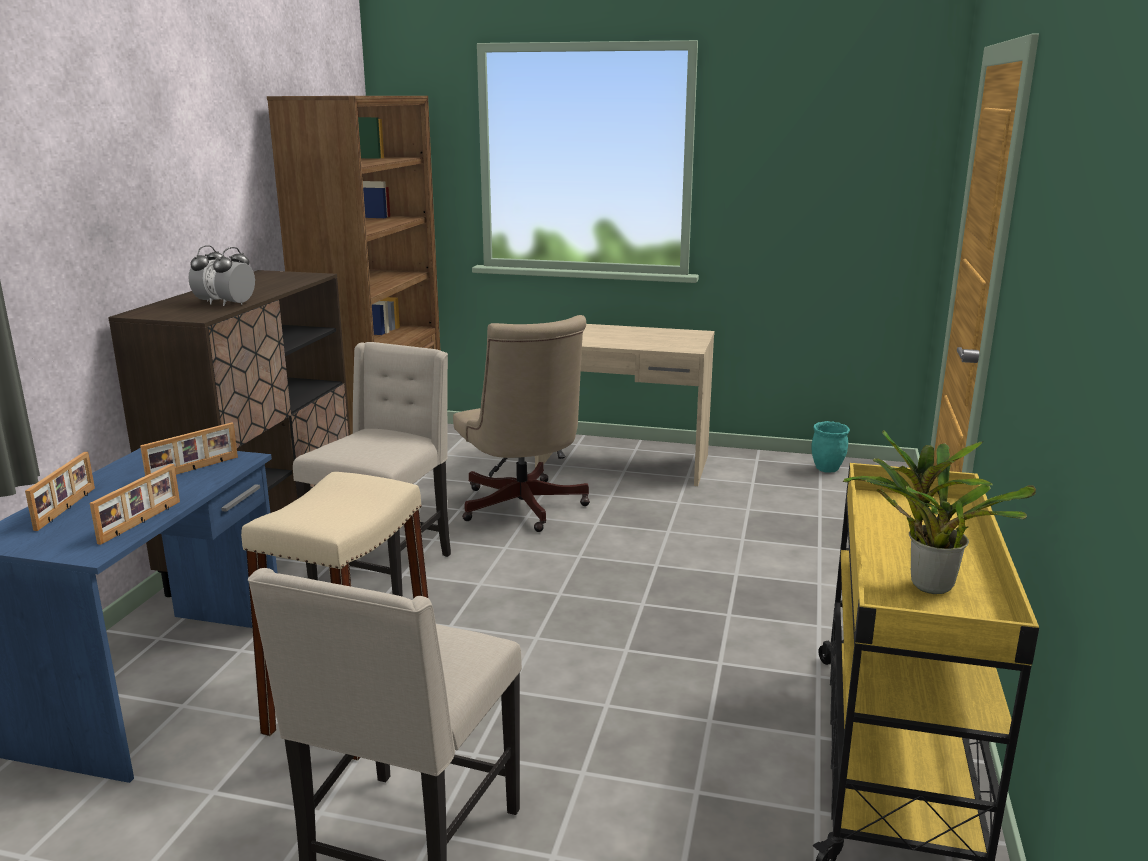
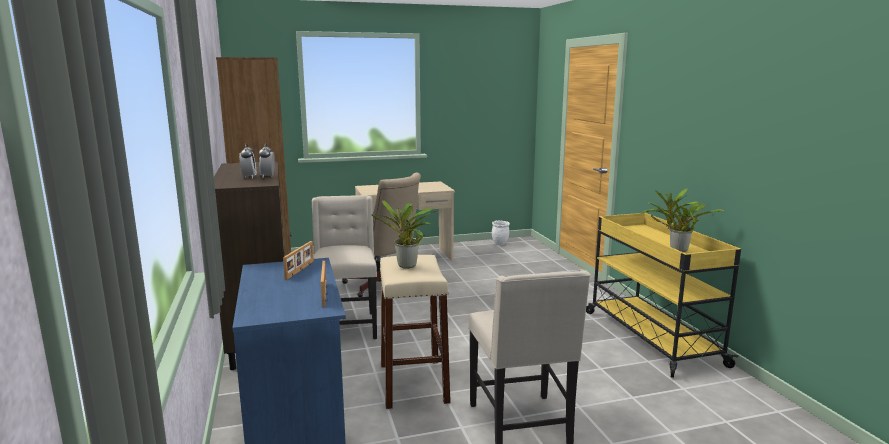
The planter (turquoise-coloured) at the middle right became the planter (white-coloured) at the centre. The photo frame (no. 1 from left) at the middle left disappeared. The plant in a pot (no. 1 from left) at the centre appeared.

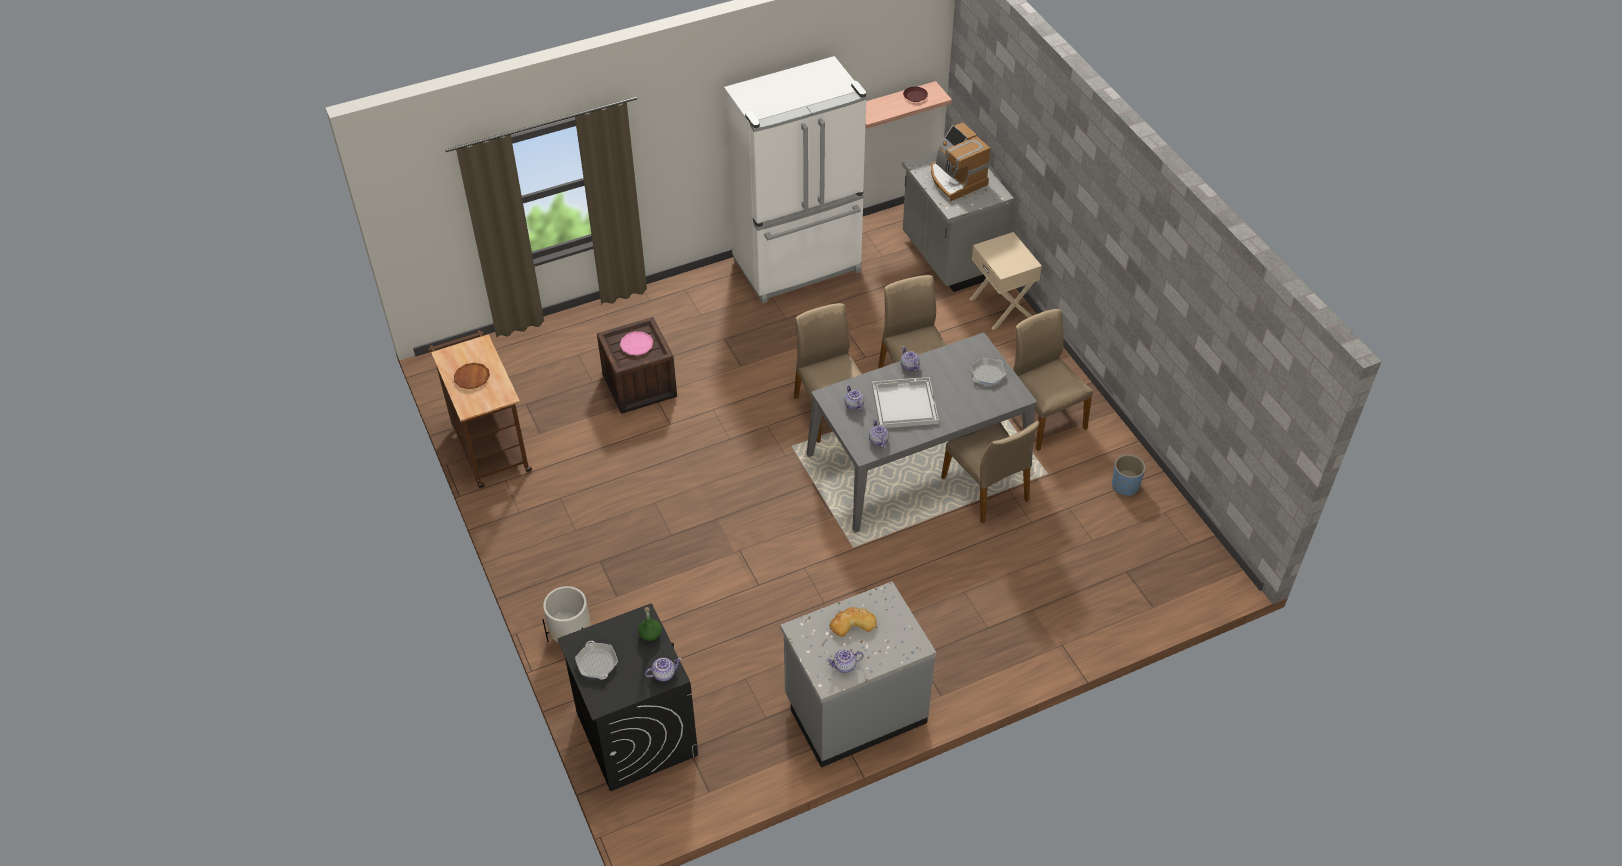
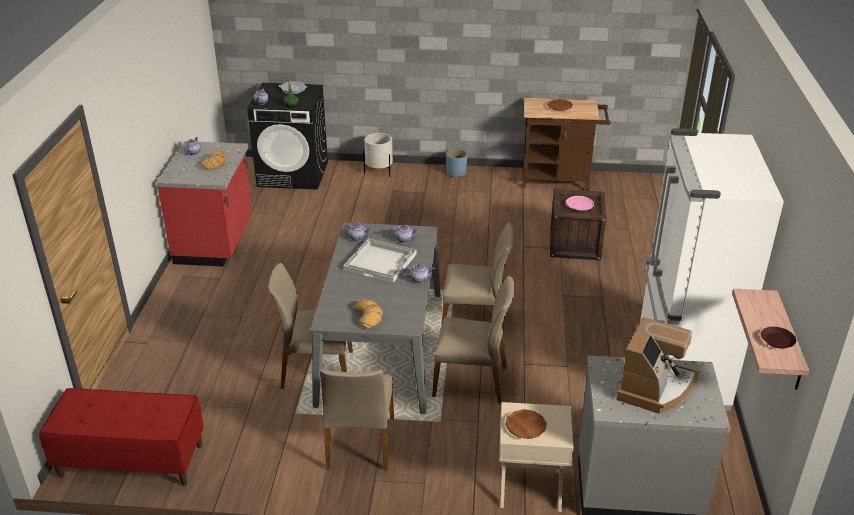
The coffee maker at the top centre turned 120 degrees clockwise. The chair (beige-coloured) (no. 4 from left in the first image) at the centre turned 90 degrees clockwise. The frying pan (no. 2 from left) at the centre was replaced by the baked bread (no. 2 from left) at the centre. The planter (blue) moved from the middle right to the top centre. The kitchen counter (grey) (no. 1 from left) at the bottom centre became the kitchen counter (reddish) at the middle left. The bench (reddish) at the bottom left appeared. The flat dish (brown-coloured) (no. 1 from left) at the bottom centre appeared.

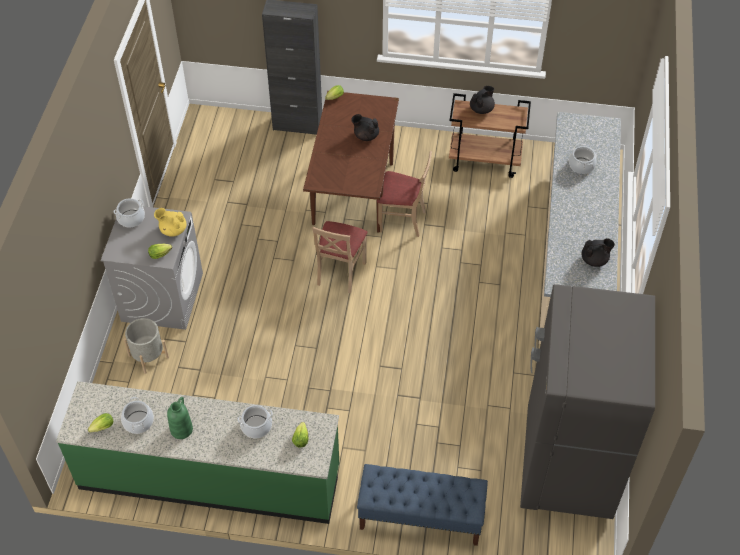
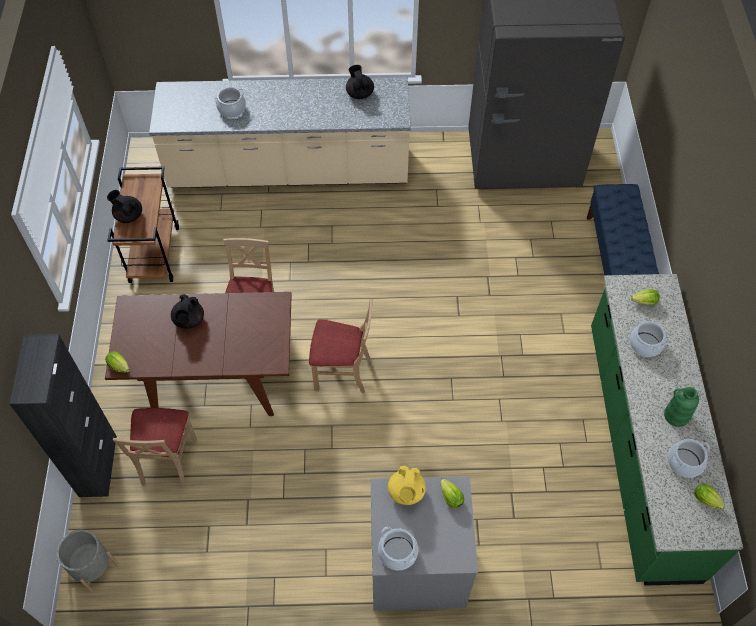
The planter (grey) moved from the middle left to the bottom left. The chair (beige-coloured) (no. 1 from left) at the bottom left appeared.

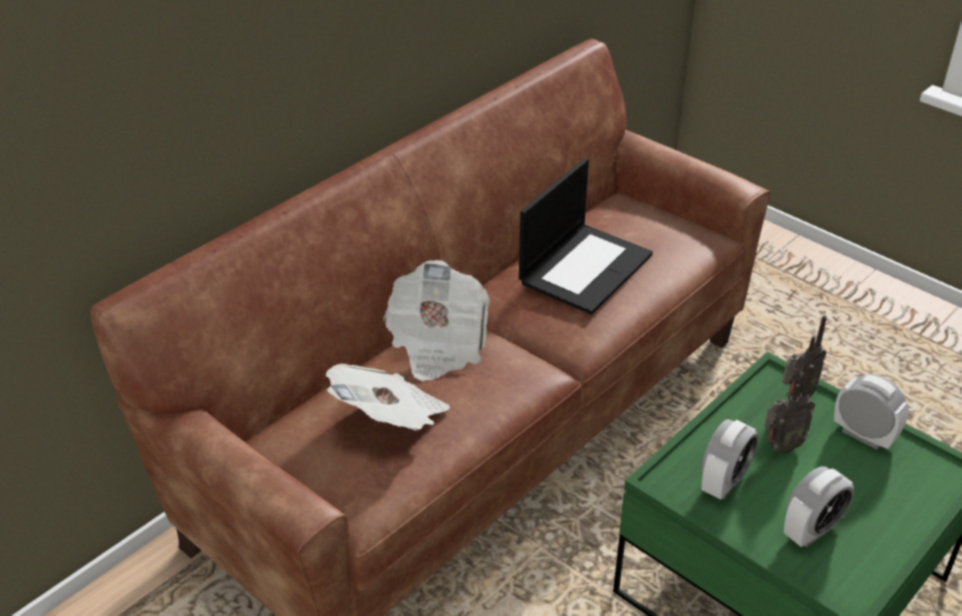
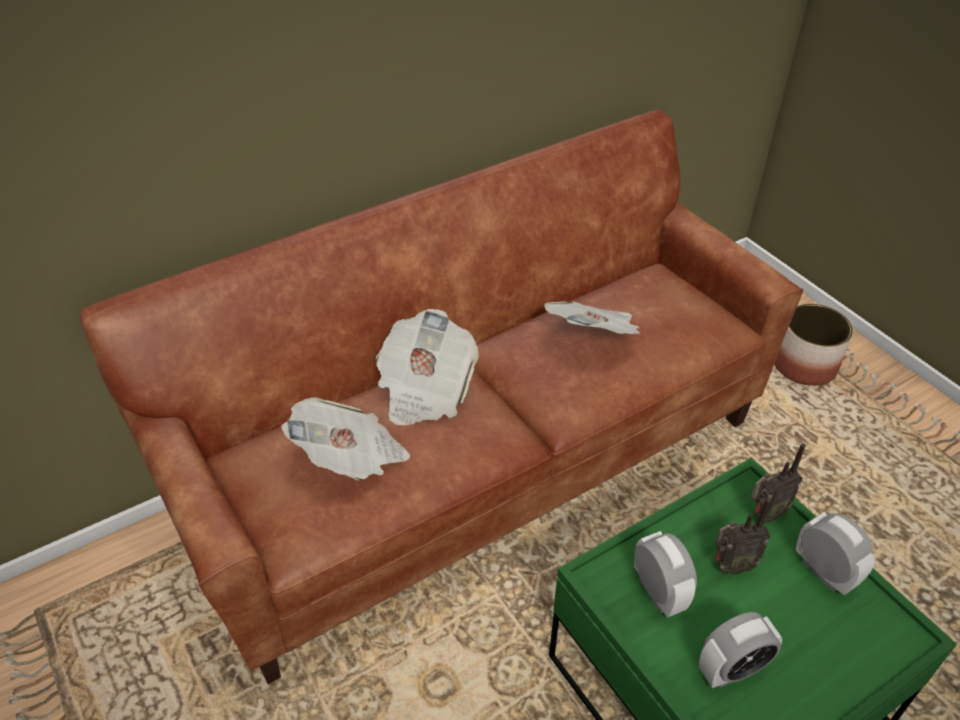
The notebook computer at the centre was replaced by the newspaper (no. 3 from left) at the centre. The bedside clock (no. 1 from left) at the bottom right turned 75 degrees counterclockwise. The planter at the middle right appeared.

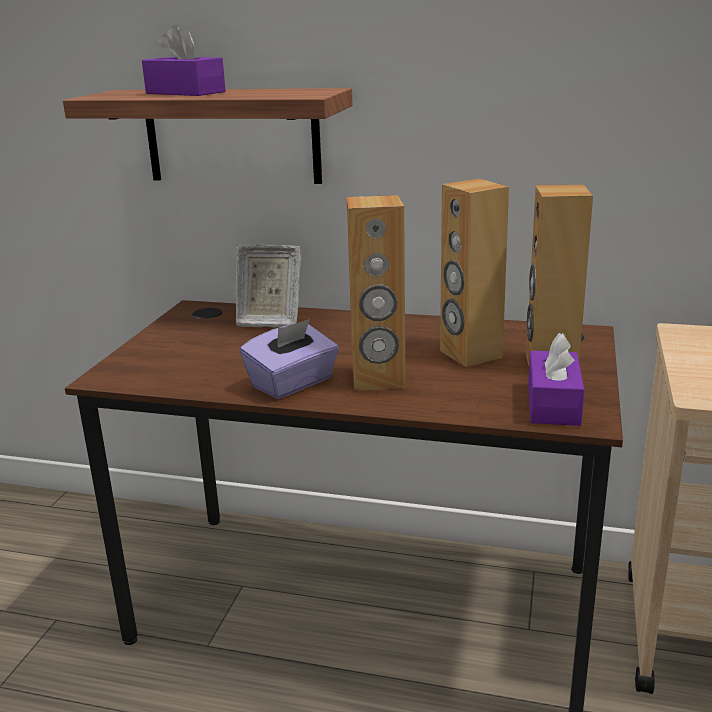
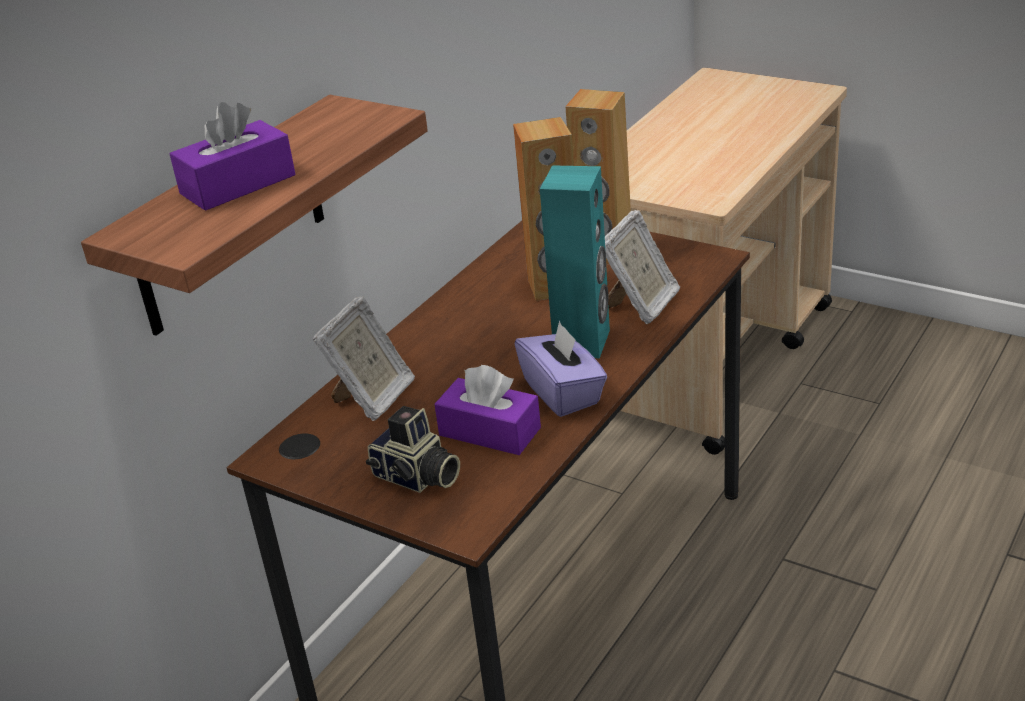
The audio speaker (brown-coloured) (no. 1 from left) at the centre became the audio speaker (turquoise-coloured) at the centre. The tissue holder (purple-coloured) (no. 3 from left in the first image) moved from the middle right to the centre. The photo frame (no. 2 from left) at the centre appeared. The photo camera at the centre appeared.

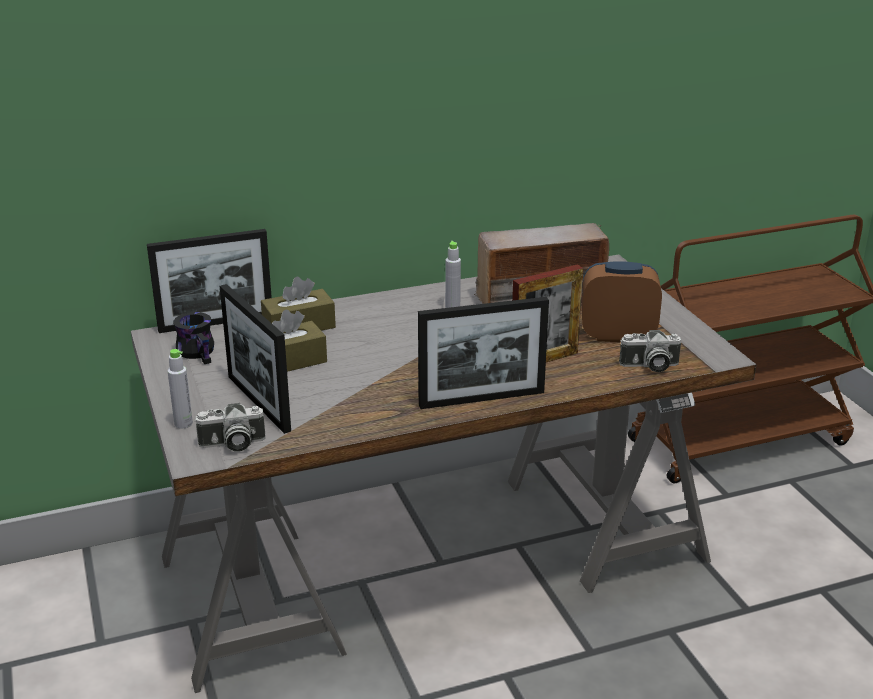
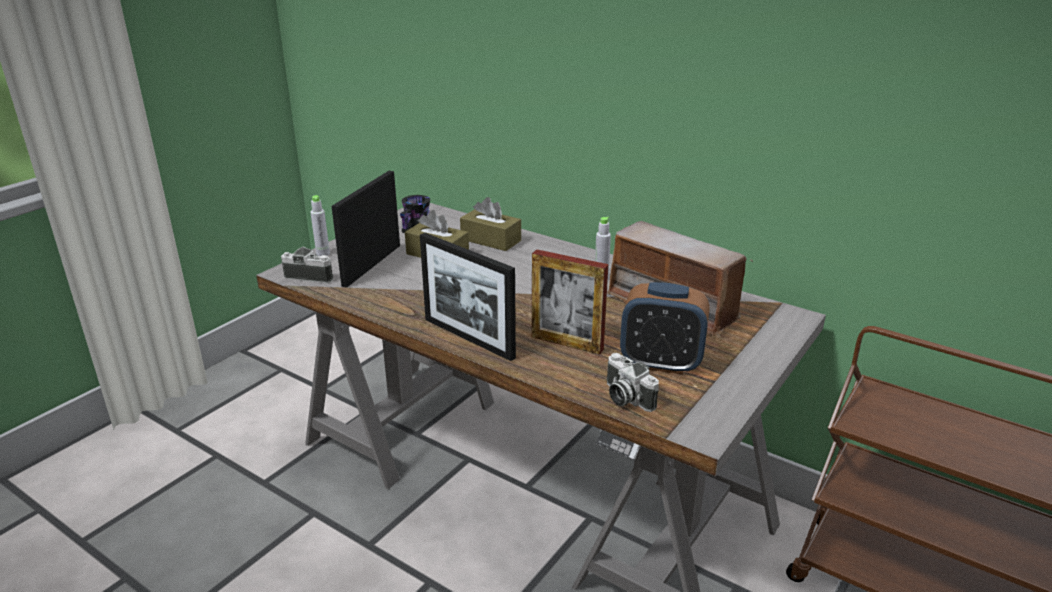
The photo frame (no. 1 from left) at the middle left disappeared. The bedside clock at the middle right turned 135 degrees clockwise. The photo camera (no. 1 from left) at the middle left turned 150 degrees clockwise.

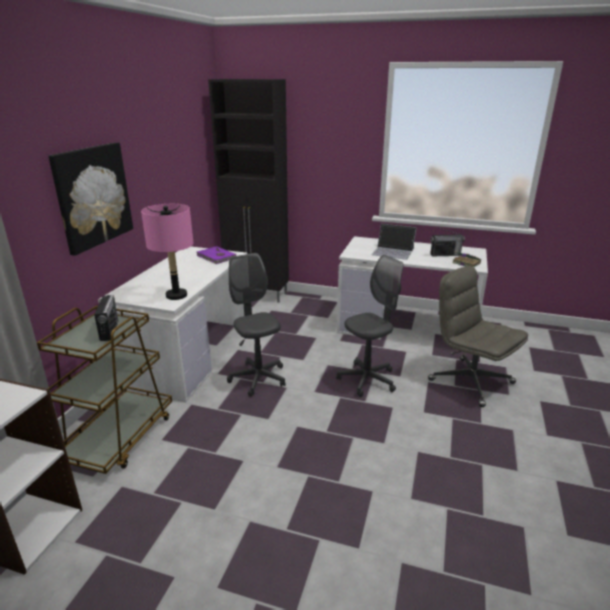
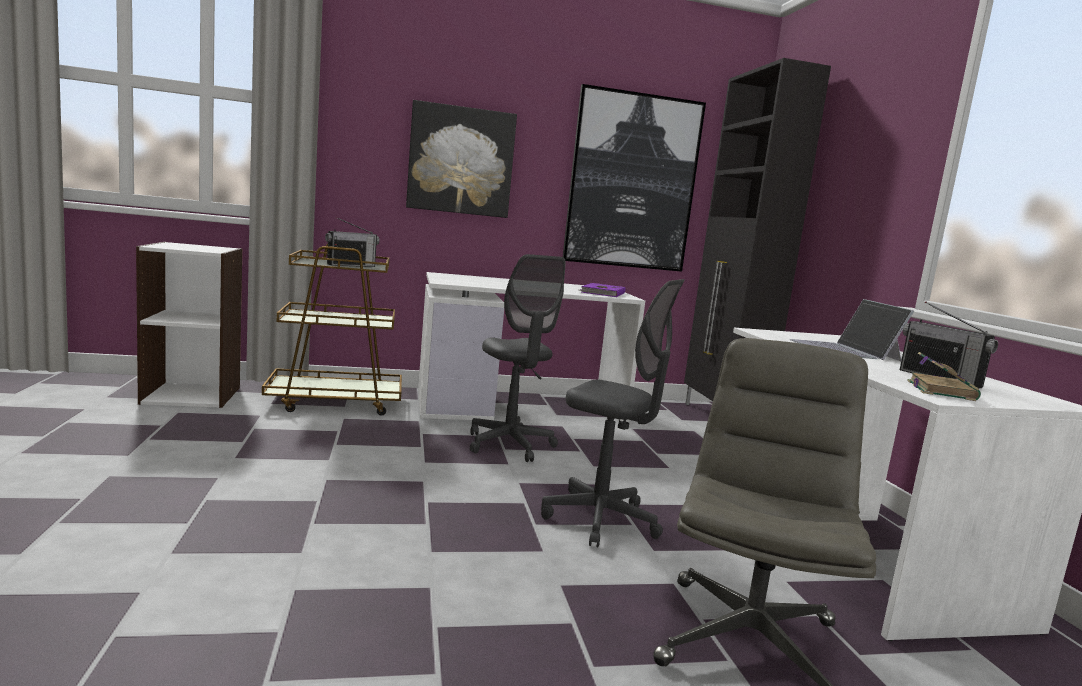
The table lamp (pink-coloured) at the middle left disappeared. The office chair (grey) (no. 1 from left) at the centre turned 120 degrees clockwise. The picture (no. 2 from left) at the top centre appeared.

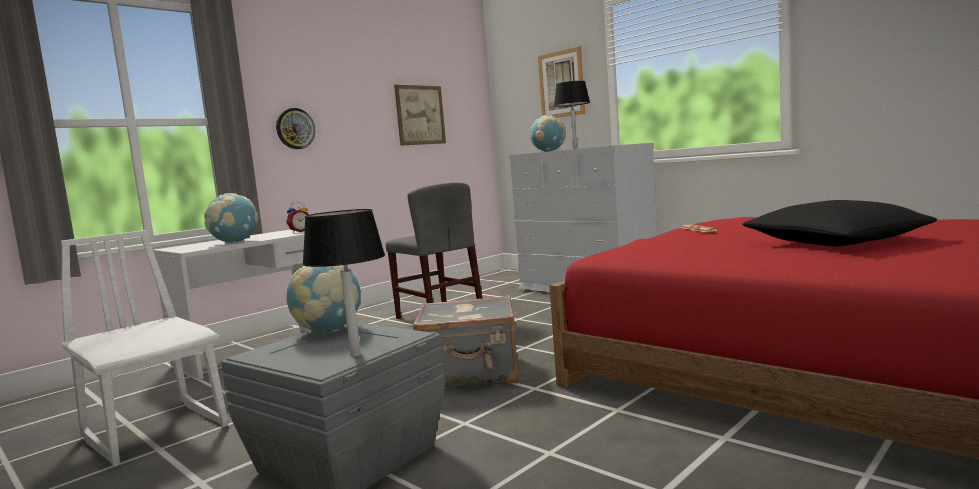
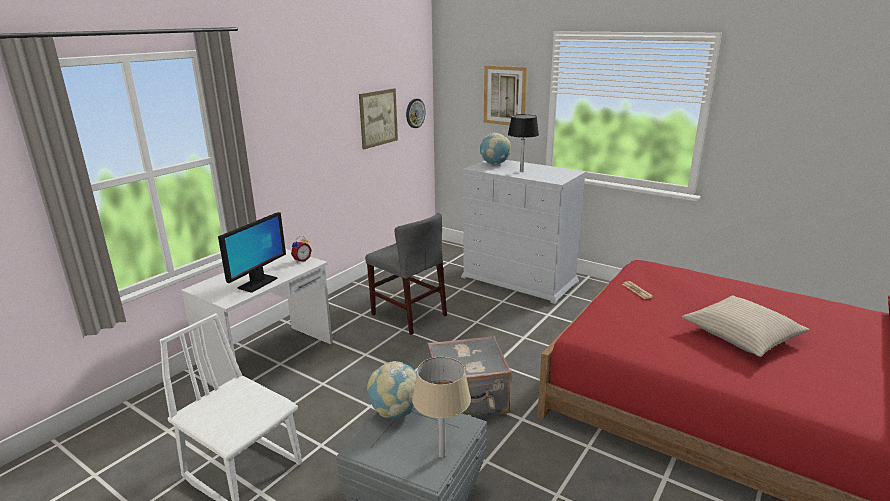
The clock on the wall moved from the top left to the top centre. The desk globe (no. 1 from left) at the middle left was replaced by the monitor at the middle left. The cushion (blackish) at the middle right became the cushion (beige-coloured) at the middle right. The table lamp (blackish) (no. 1 from left) at the centre became the table lamp (beige-coloured) at the bottom centre.

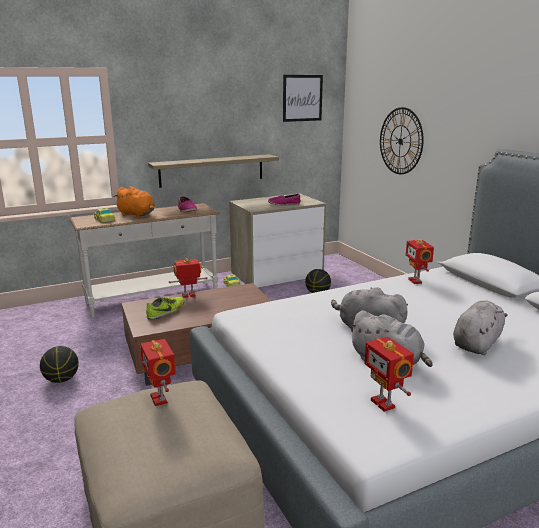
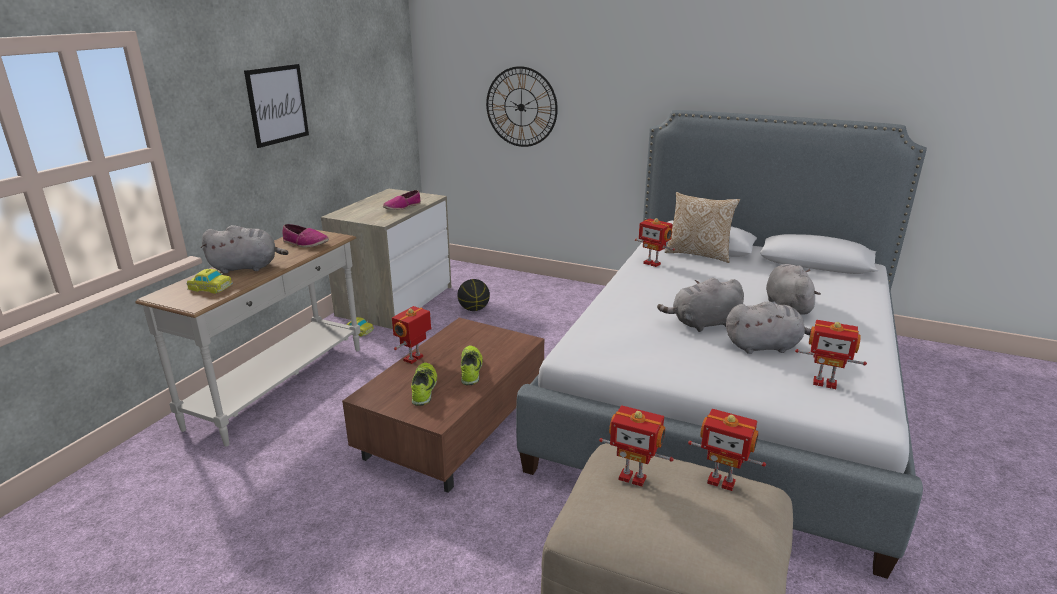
The picture moved from the top centre to the top left. The wall shelf at the top centre disappeared. The cuddly toy (orange-coloured) at the middle left became the cuddly toy (grey) (no. 1 from left) at the middle left. The basketball (no. 1 from left) at the bottom left disappeared. The cushion at the centre appeared. The item of footwear (no. 4 from left) at the centre appeared. The robot figure (no. 4 from left) at the bottom right appeared.

